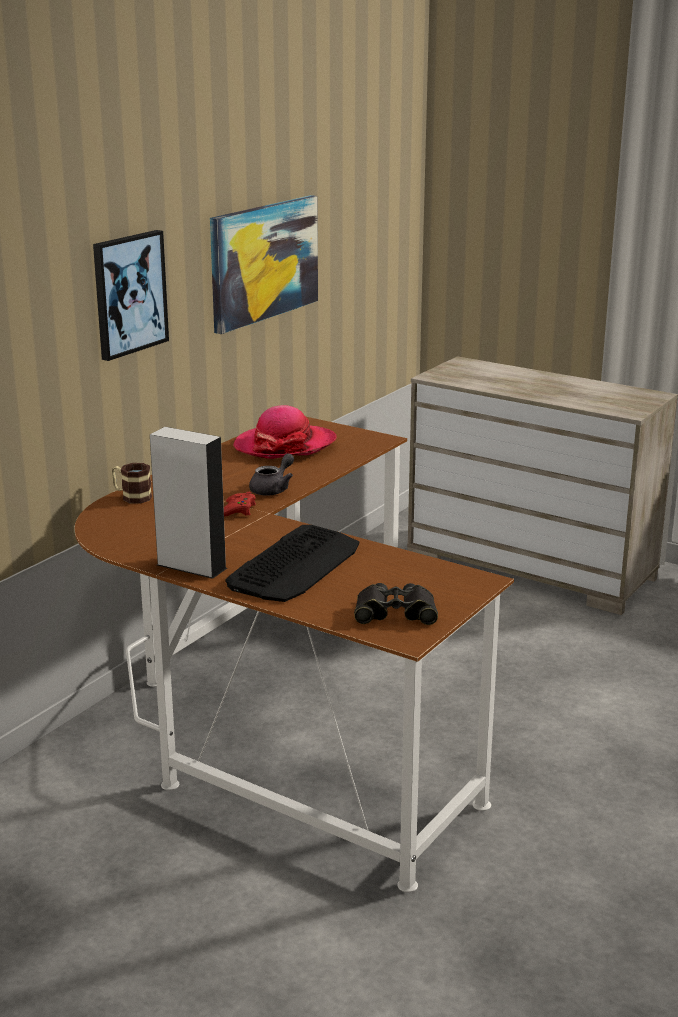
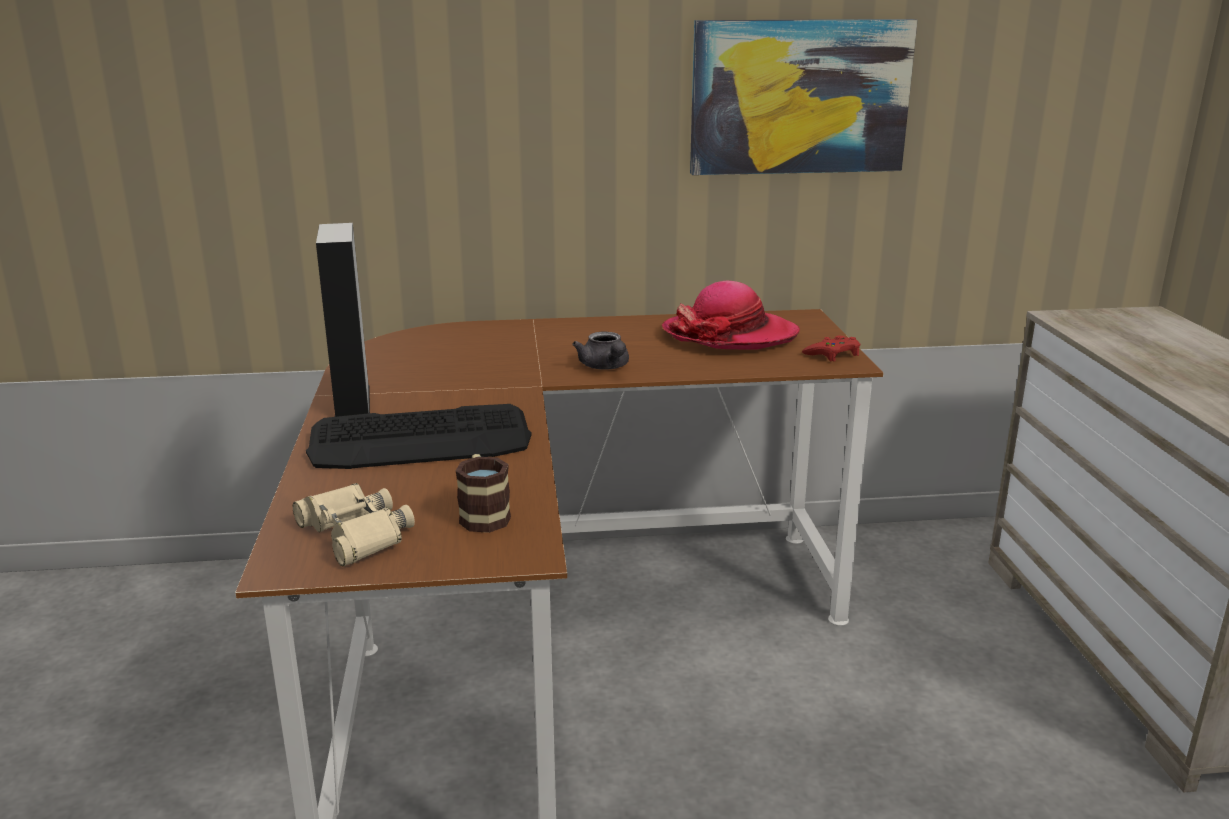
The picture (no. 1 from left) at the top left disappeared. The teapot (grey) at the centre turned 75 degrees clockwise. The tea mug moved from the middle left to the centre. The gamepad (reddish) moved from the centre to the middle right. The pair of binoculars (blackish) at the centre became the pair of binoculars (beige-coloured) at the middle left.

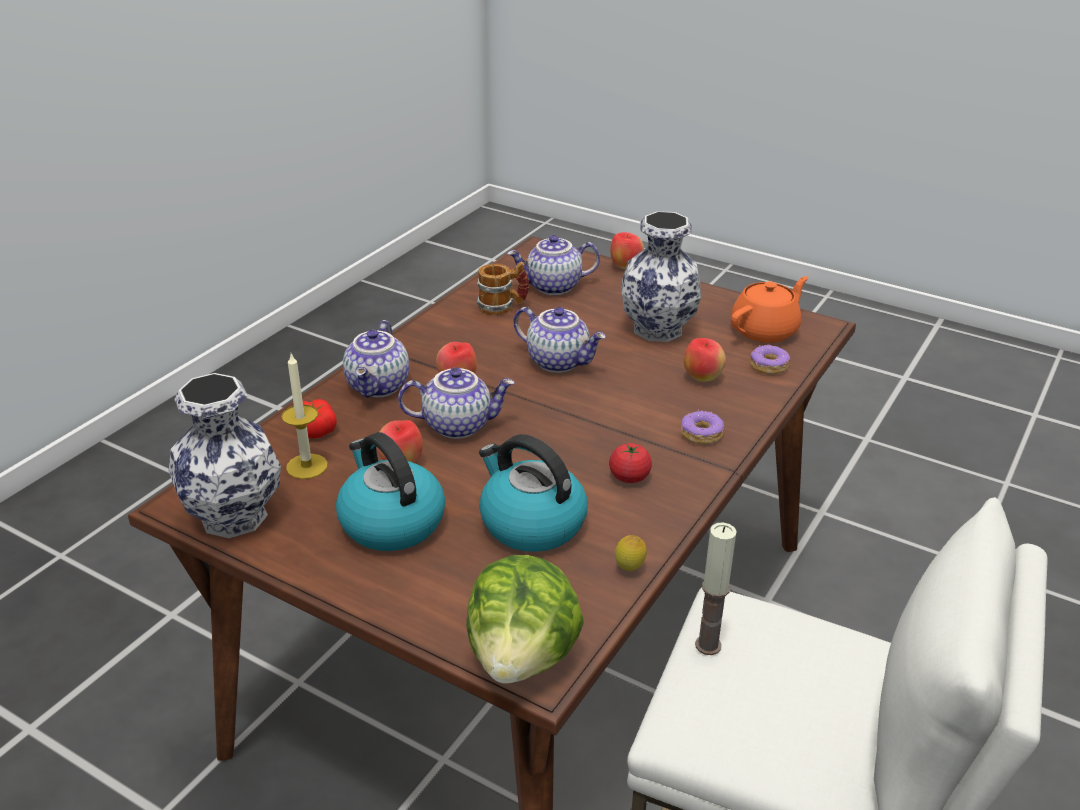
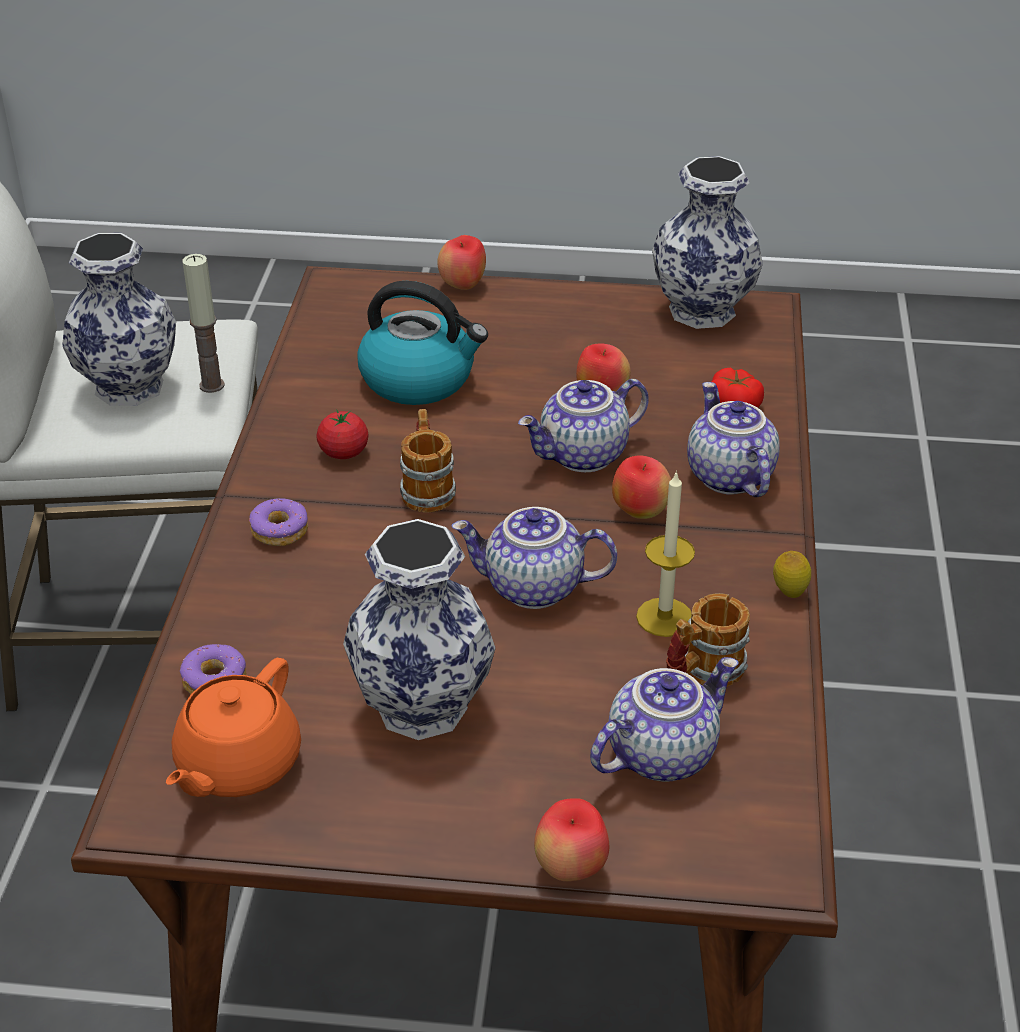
The whole apple (no. 4 from left in the first image) moved from the centre to the top centre. The candle (no. 1 from left in the first image) moved from the middle left to the centre. The water kettle (no. 1 from left) at the centre disappeared. The whole lemon moved from the bottom centre to the middle right. The lettuce head at the bottom centre disappeared. The decorative vase (no. 1 from left) at the top left appeared. The tea mug (no. 1 from left) at the centre appeared.

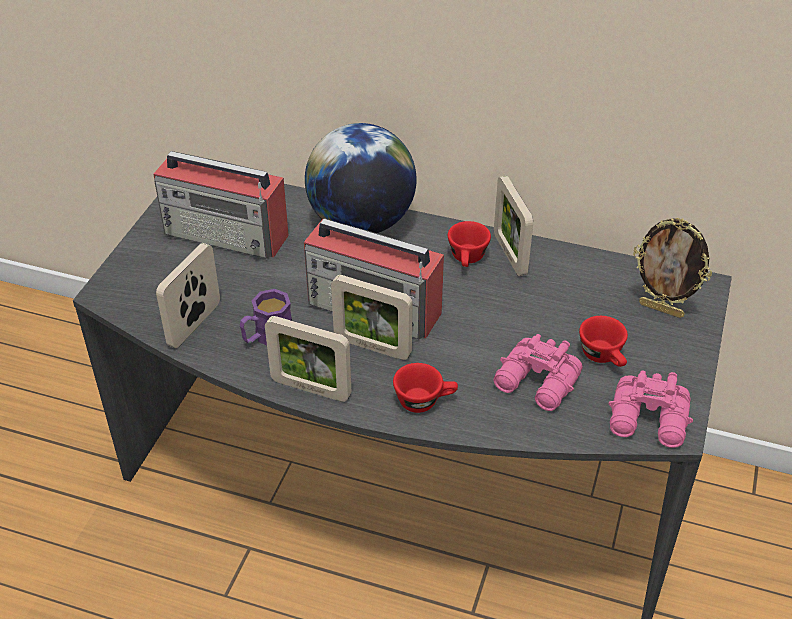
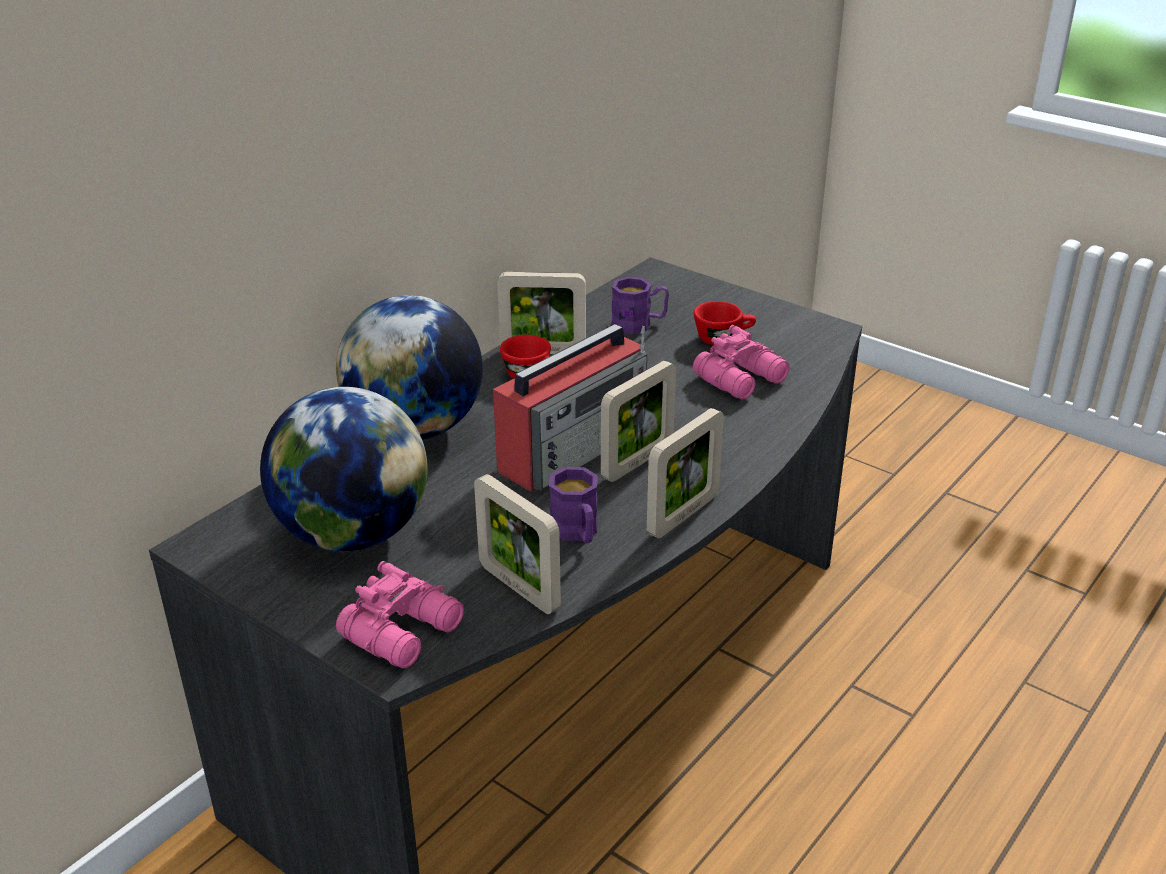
The radio (no. 1 from left) at the top left was replaced by the desk globe (no. 1 from left) at the middle left. The photo frame (no. 5 from left) at the middle right disappeared. The cup (reddish) (no. 1 from left) at the centre disappeared. The pair of binoculars (pink-coloured) (no. 2 from left in the first image) moved from the middle right to the bottom centre. The tea mug (purple-coloured) (no. 2 from left) at the centre appeared.

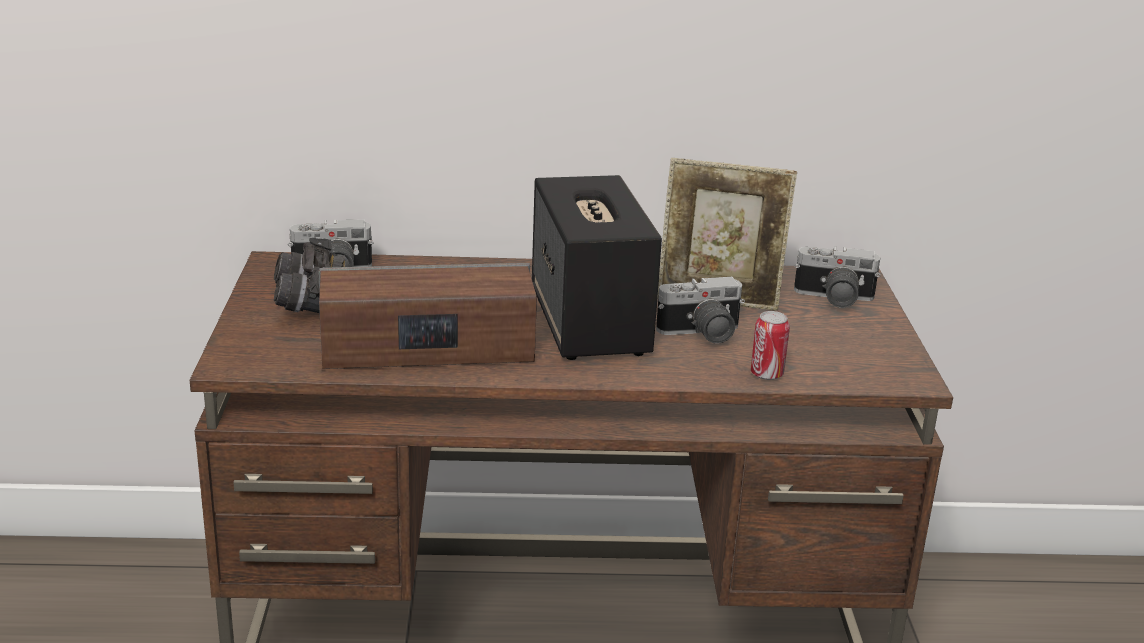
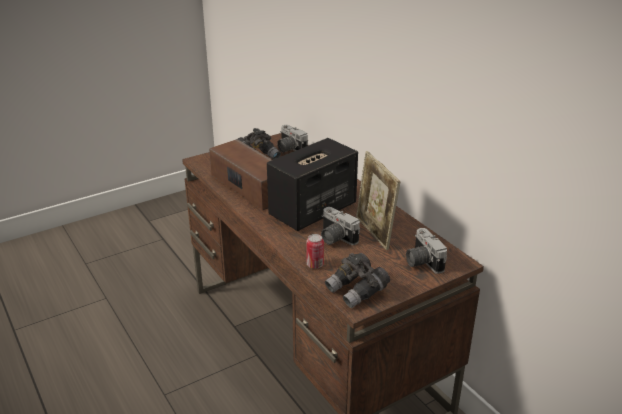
The pair of binoculars (grey) (no. 2 from left) at the bottom centre appeared.

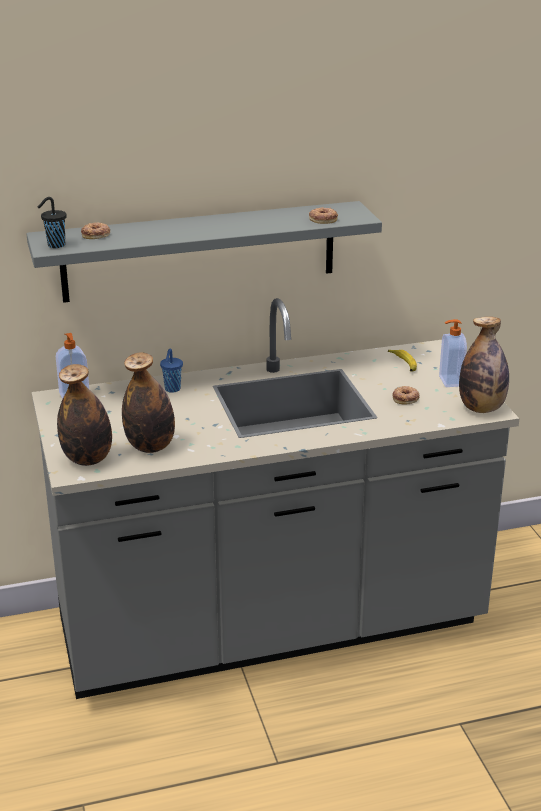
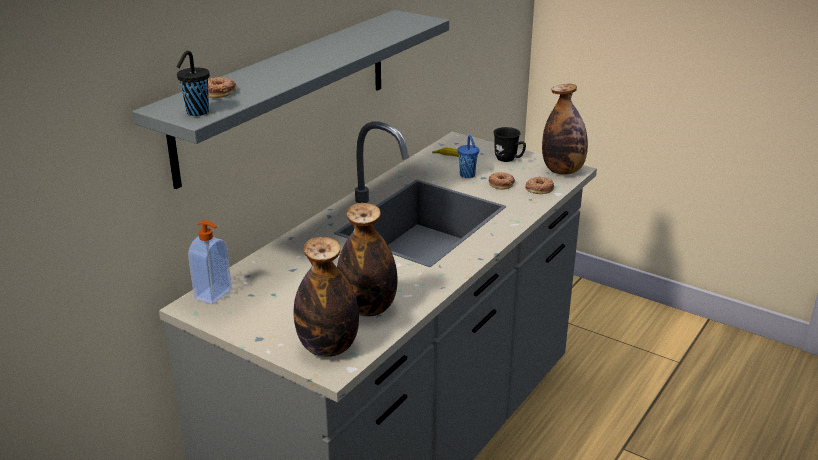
The doughnut (no. 2 from left in the first image) moved from the top centre to the centre. The soap dispenser (no. 2 from left) at the middle right was replaced by the tea mug (blackish) at the top centre. The cup (blue) moved from the middle left to the centre.

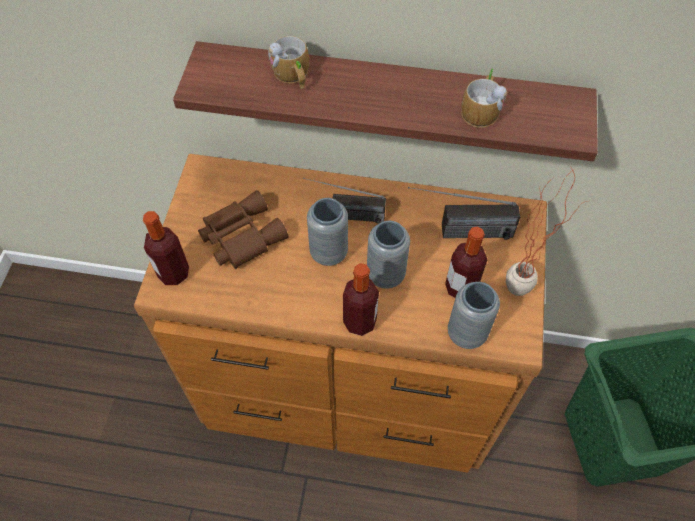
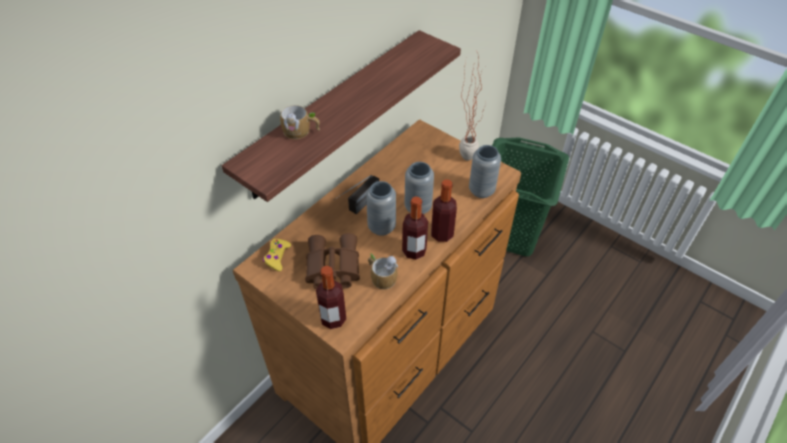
The tea mug (no. 2 from left) moved from the top right to the centre. The radio (no. 2 from left) at the middle right disappeared. The bottle (no. 3 from left in the first image) moved from the middle right to the centre. The gamepad (yellow) at the centre appeared.

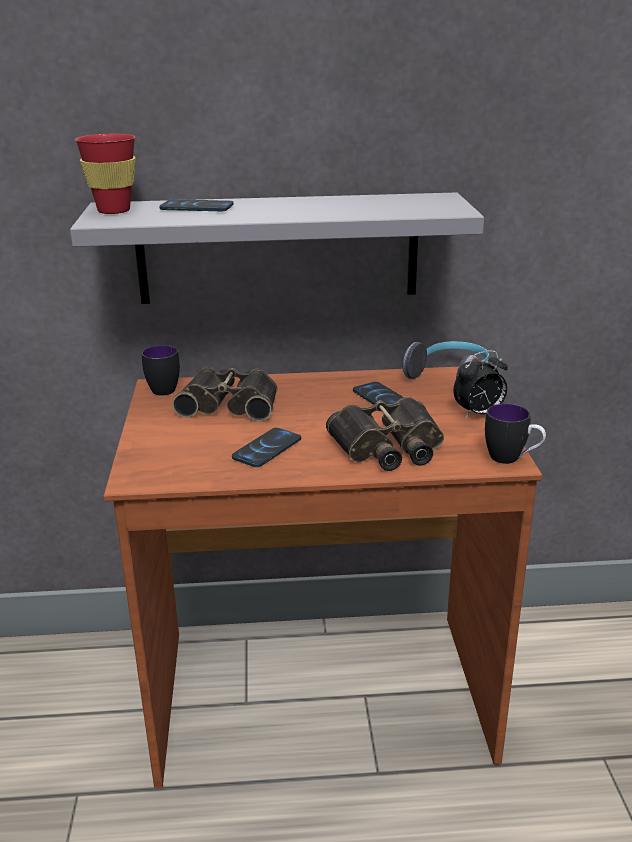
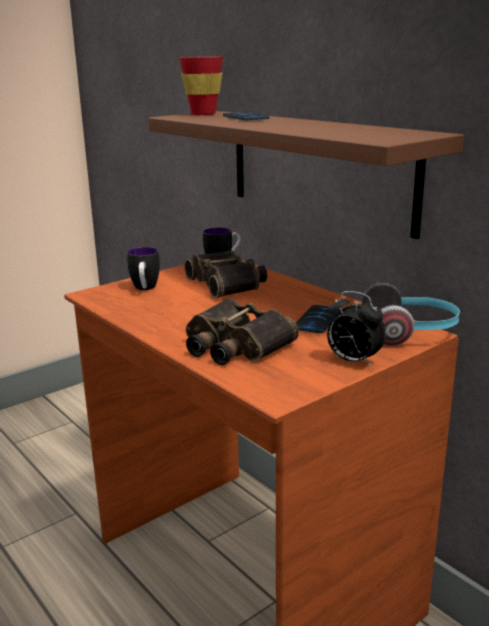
The wall shelf (grey) at the top centre became the wall shelf (brown-coloured) at the top centre. The tea mug (no. 2 from left in the first image) moved from the middle right to the middle left. The telephone (no. 2 from left) at the centre disappeared.

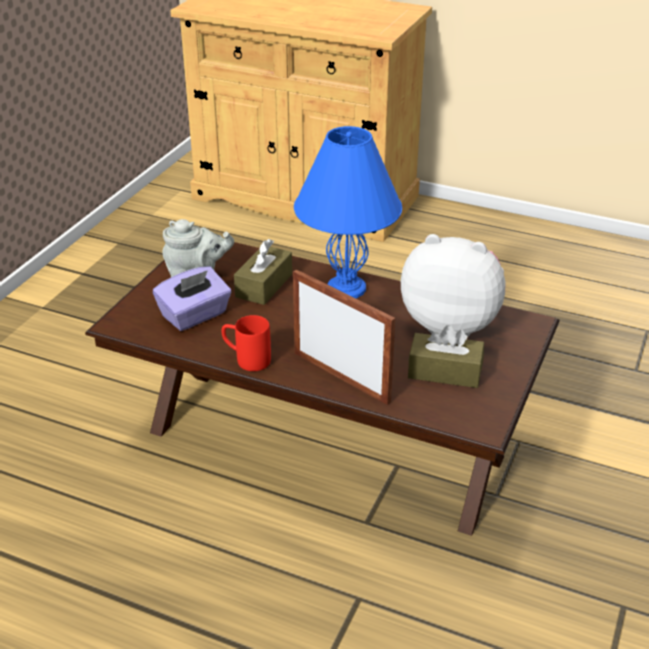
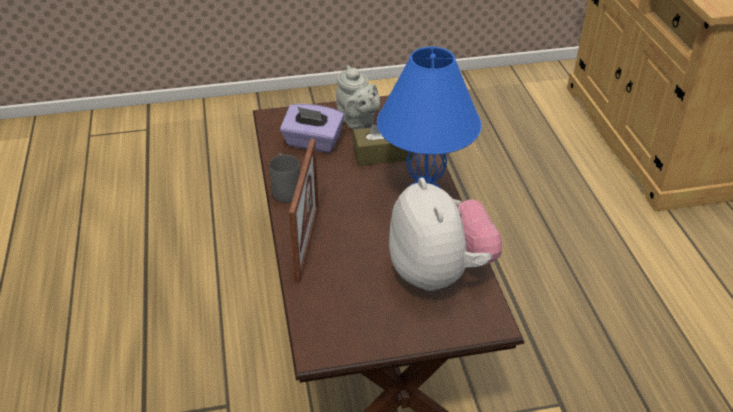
The tea mug (reddish) at the centre became the tea mug (grey) at the centre. The tissue holder (brown-coloured) (no. 2 from left) at the middle right disappeared.

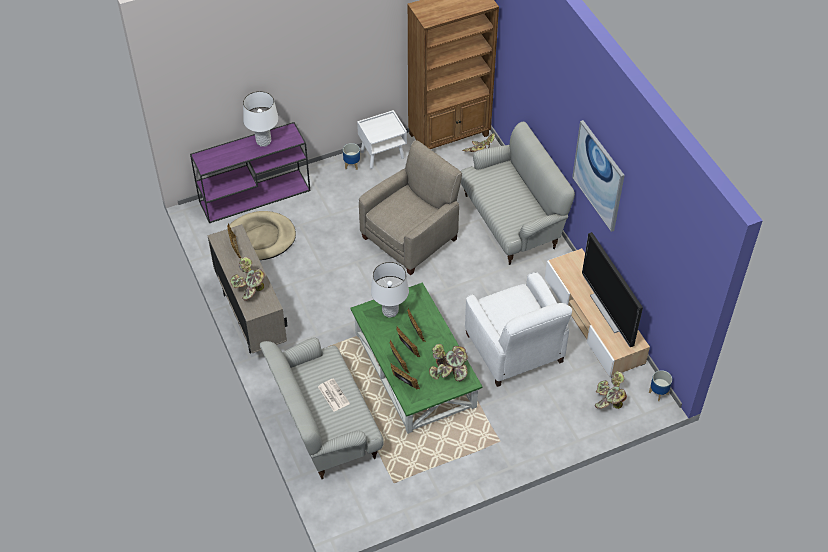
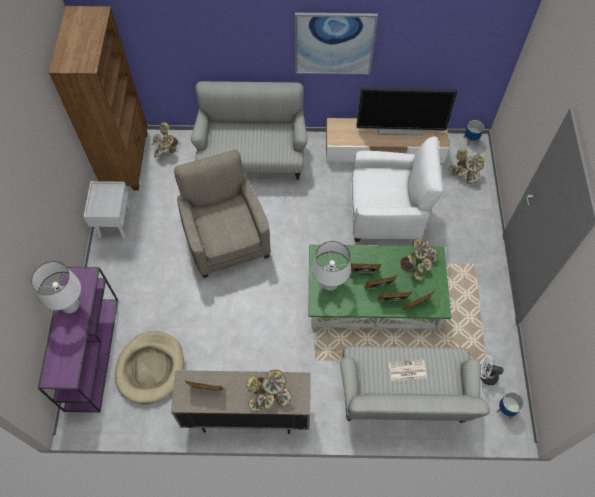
The planter (no. 1 from left in the first image) moved from the top centre to the bottom right. The cooling fan (white-coloured) at the bottom right appeared.

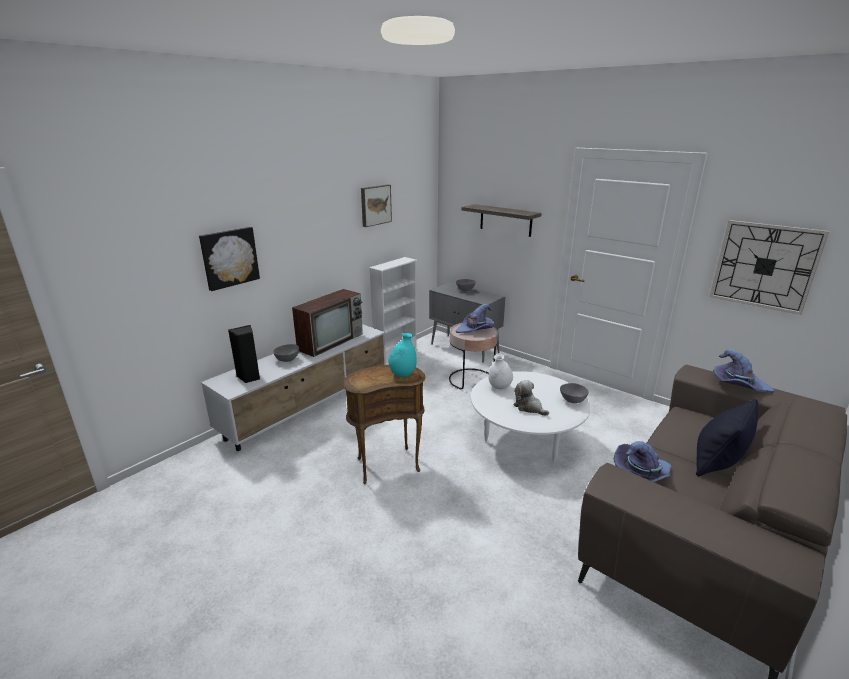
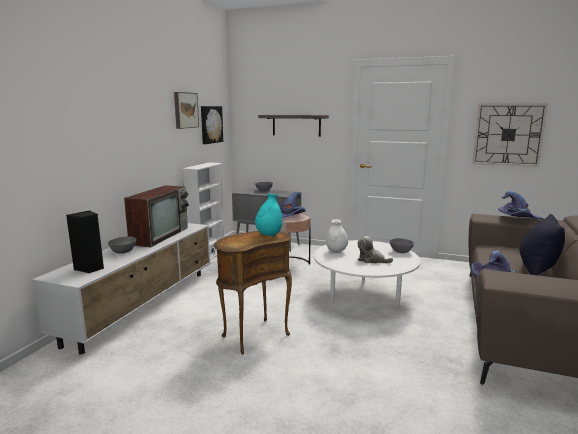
The picture (no. 1 from left in the first image) moved from the middle left to the top centre.

